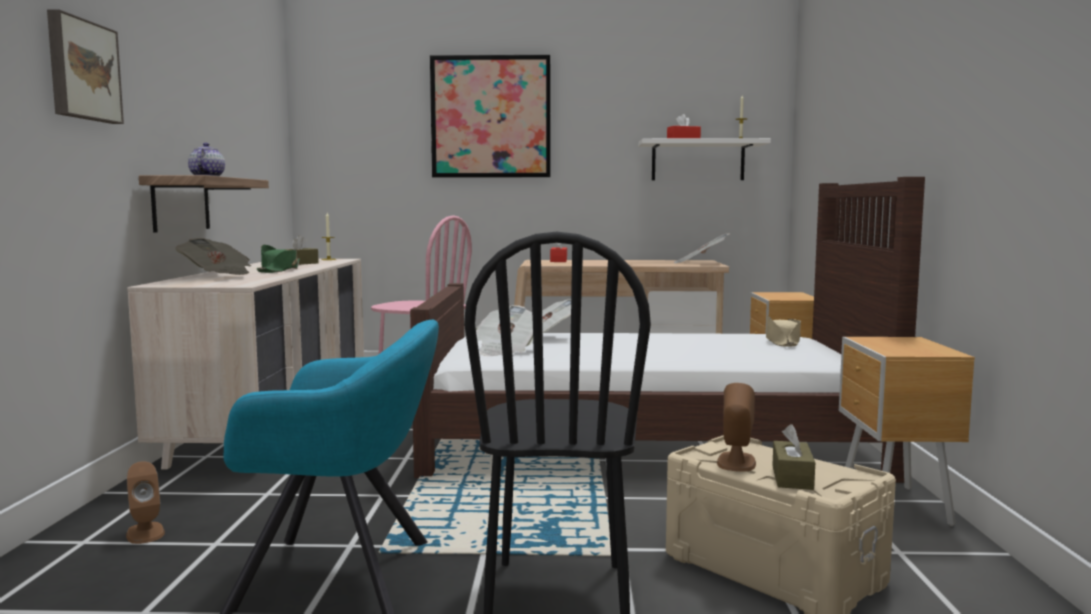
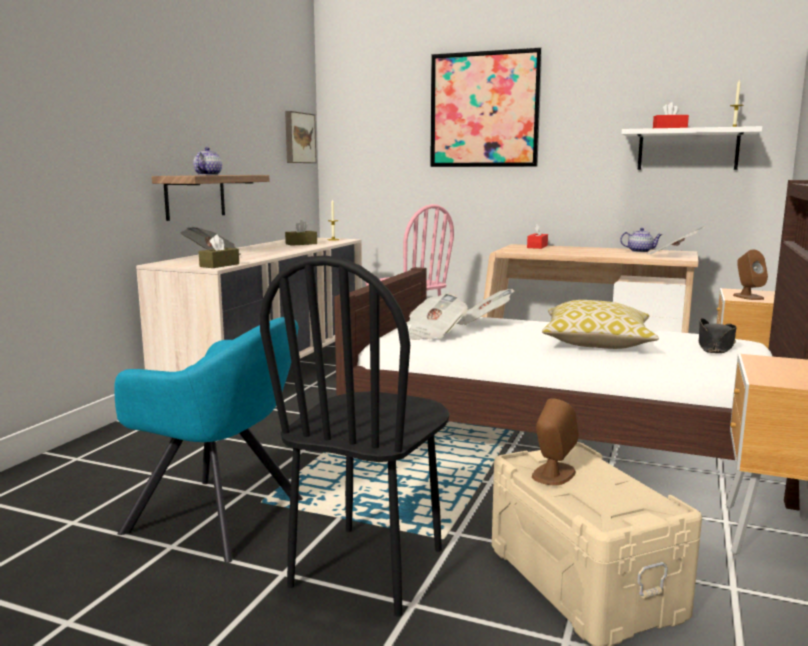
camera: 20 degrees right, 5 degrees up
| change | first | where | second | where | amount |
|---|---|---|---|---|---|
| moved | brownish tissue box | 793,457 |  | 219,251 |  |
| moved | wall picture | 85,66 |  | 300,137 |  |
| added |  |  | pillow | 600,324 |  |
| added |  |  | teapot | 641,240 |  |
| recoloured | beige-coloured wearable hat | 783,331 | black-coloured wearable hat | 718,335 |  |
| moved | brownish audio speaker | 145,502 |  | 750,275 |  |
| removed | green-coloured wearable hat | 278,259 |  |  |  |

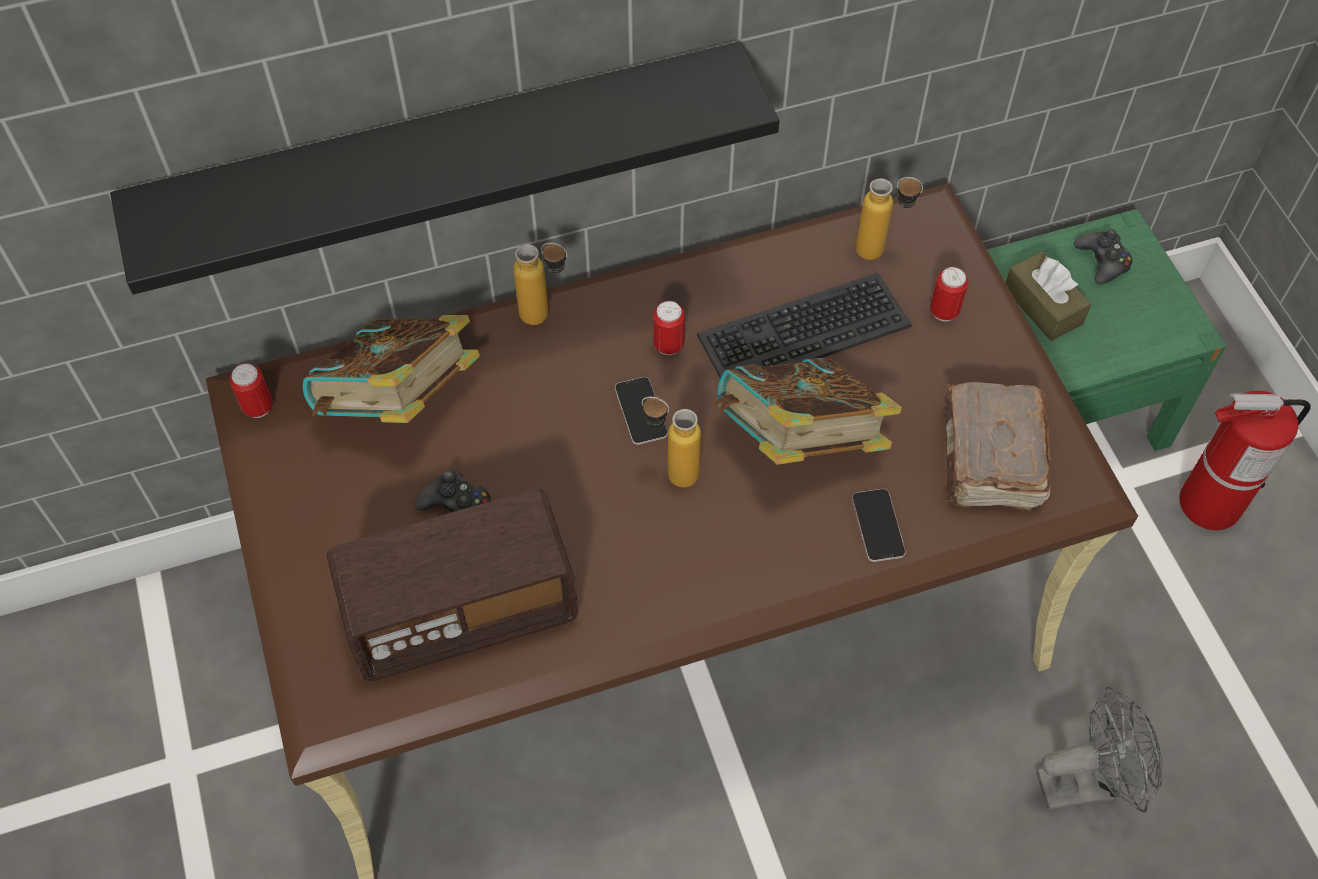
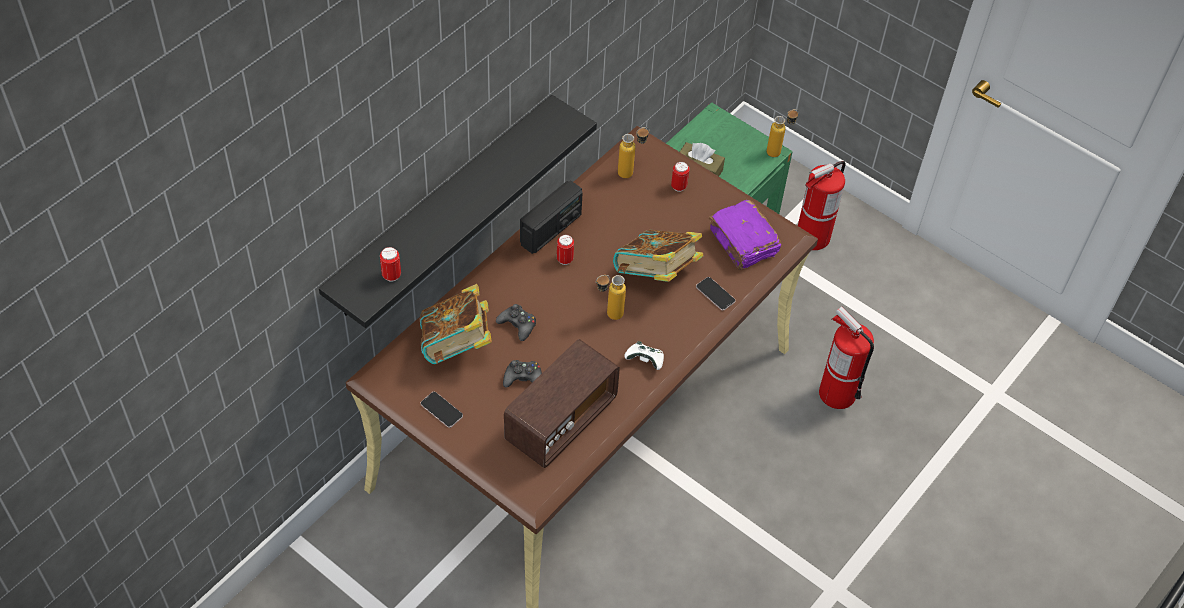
camera: 35 degrees left, 5 degrees down
| change | first | where | second | where | amount |
|---|---|---|---|---|---|
| moved | can | 251,390 |  | 390,264 |  |
| moved | phone | 641,411 |  | 441,410 |  |
| moved | black-coloured joypad | 1103,257 |  | 516,322 |  |
| added |  |  | radio set | 551,217 |  |
| added |  |  | white-coloured joypad | 644,355 |  |
| recoloured | brownish book | 998,447 | purplish book | 745,235 |  |
| moved | drink bottle | 540,284 |  | 783,133 |  |
| replaced | gray electric fan | 1099,749 | fire-fighting cylinder | 846,358 |  |
| removed | computer keyboard | 804,325 |  |  |  |

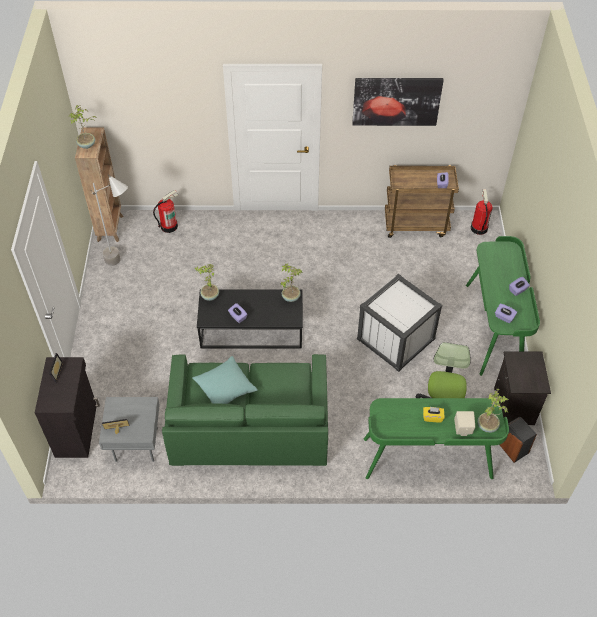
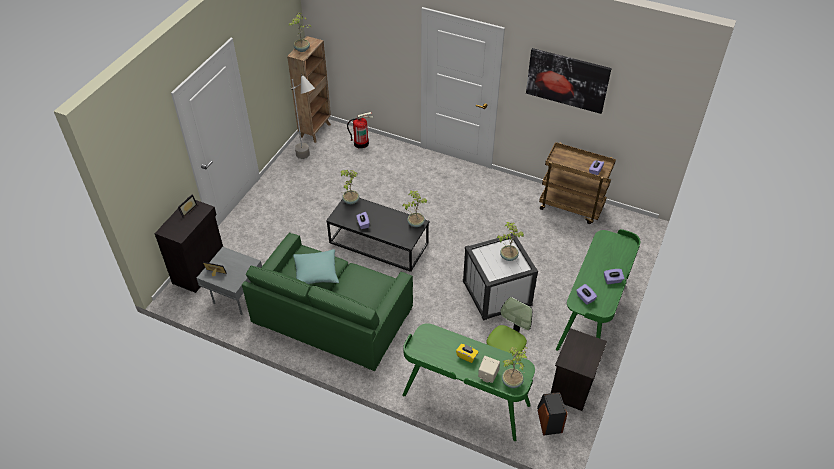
camera: 25 degrees right, 5 degrees down
| change | first | where | second | where | amount |
|---|---|---|---|---|---|
| added |  |  | plant in a pot | 510,241 |  |
| removed | fire-fighting cylinder | 482,212 |  |  |  |

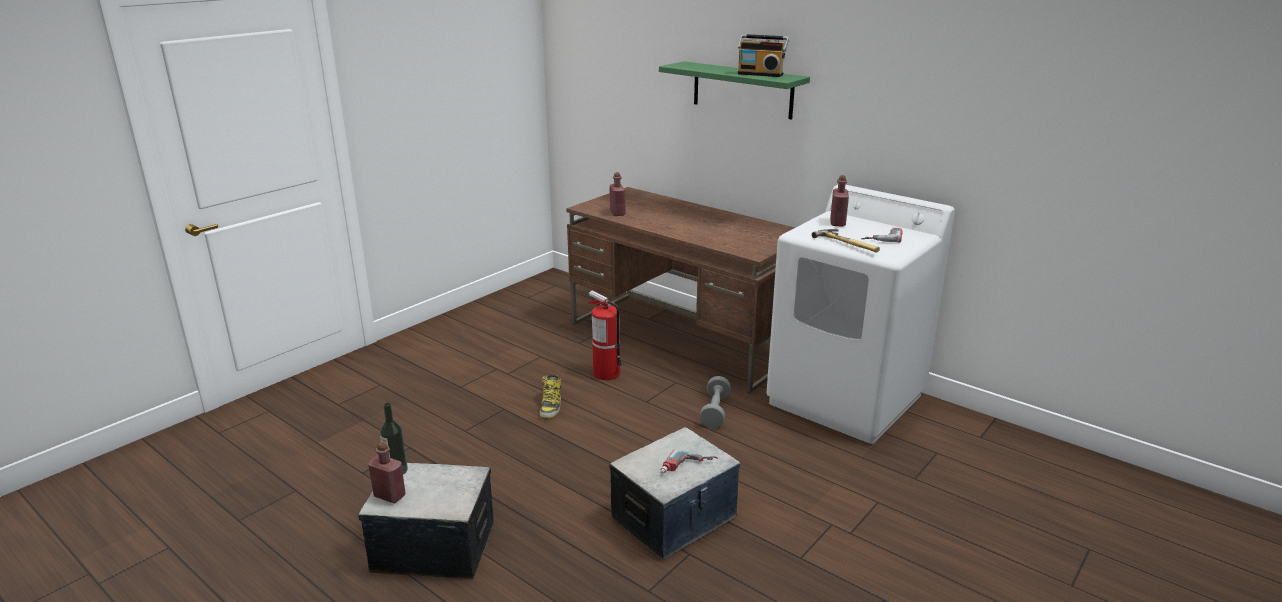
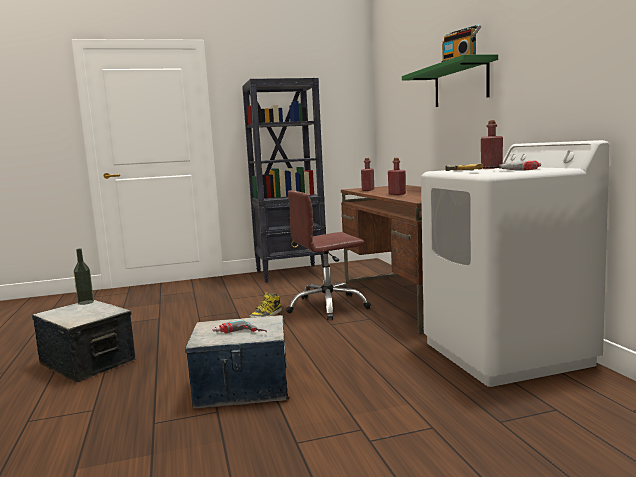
camera: 35 degrees right, 15 degrees down
| change | first | where | second | where | amount |
|---|---|---|---|---|---|
| added |  |  | black-coloured bookcase | 284,180 |  |
| replaced | fire-fighting cylinder | 605,335 | brownish office chair | 328,255 |  |
| moved | red-coloured drink bottle | 387,472 |  | 397,176 |  |
| removed | gray dumbbell | 715,402 |  |  |  |

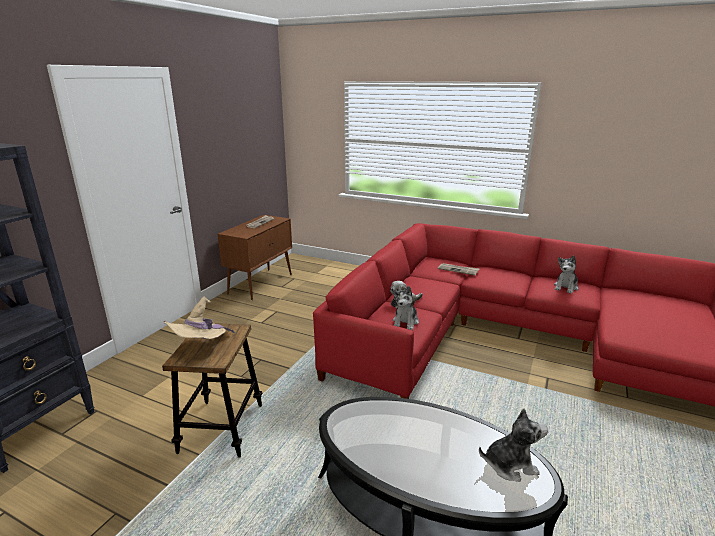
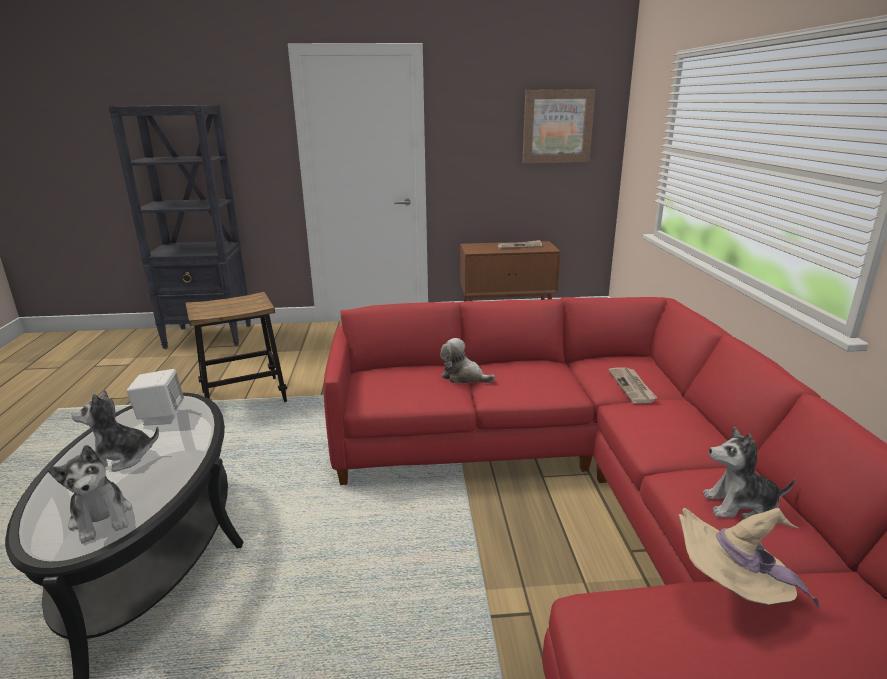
camera: 60 degrees right, 0 degrees up
| change | first | where | second | where | amount |
|---|---|---|---|---|---|
| moved | cuddly toy | 406,308 |  | 115,431 |  |
| added |  |  | white-coloured audio speaker | 155,397 |  |
| added |  |  | wall picture | 559,126 |  |
| moved | beige-coloured wearable hat | 199,318 |  | 749,558 |  |

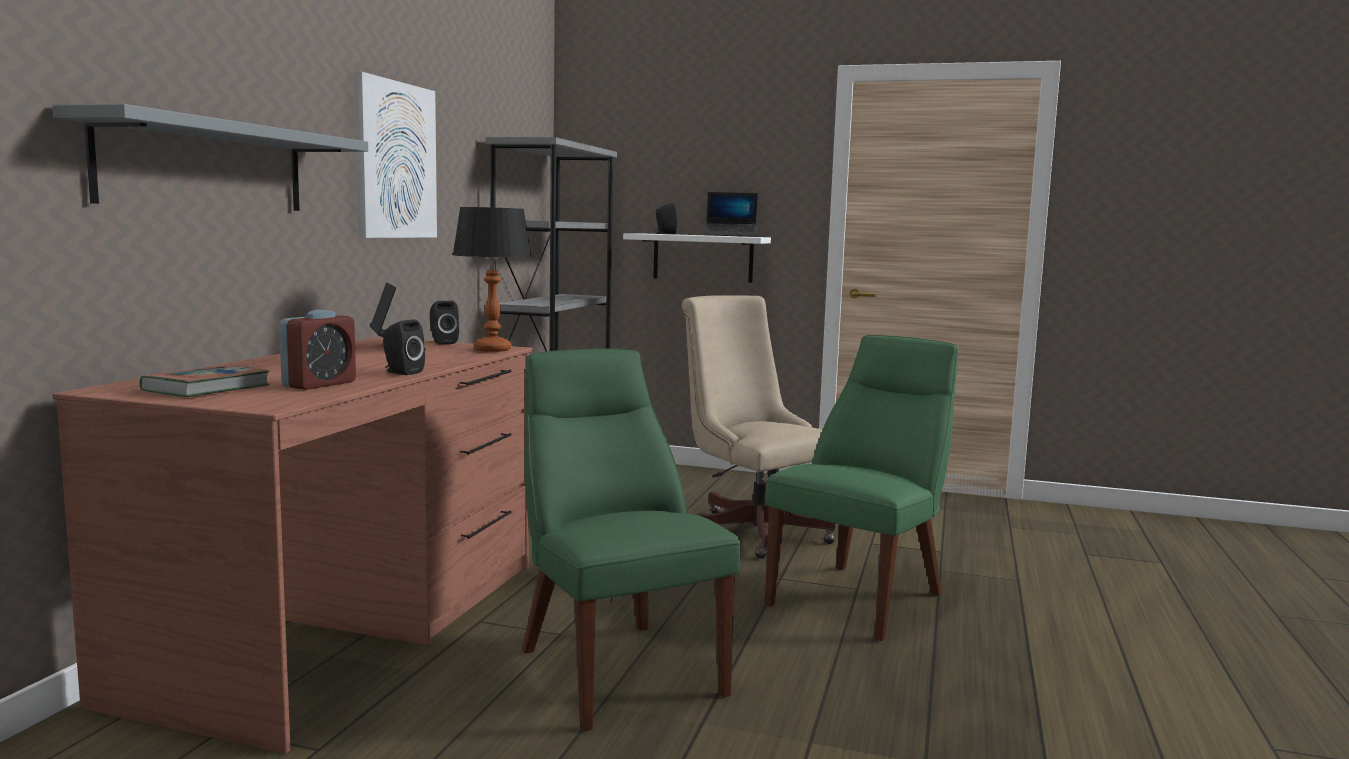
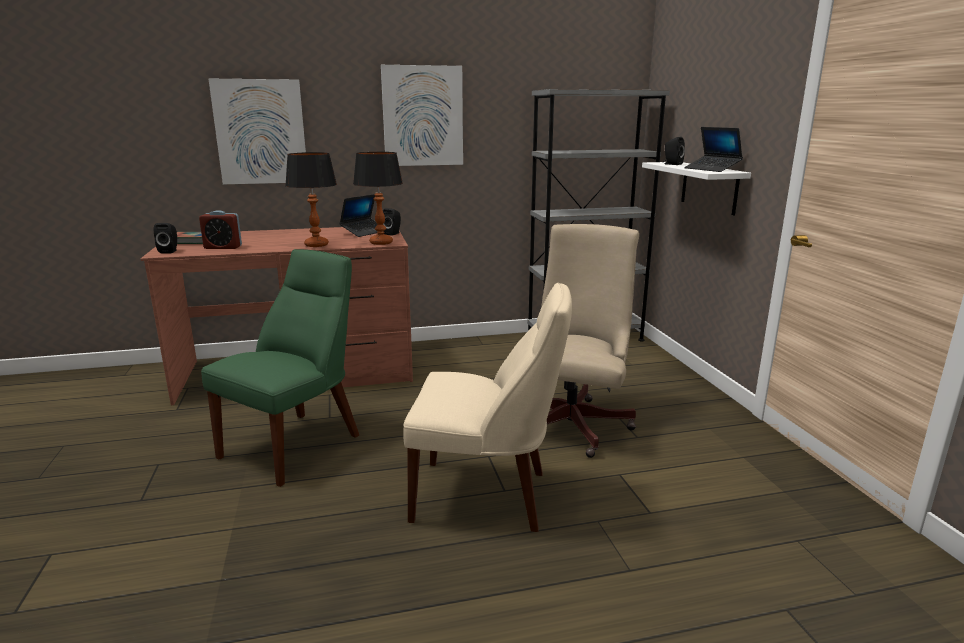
camera: 60 degrees right, 10 degrees up
| change | first | where | second | where | amount |
|---|---|---|---|---|---|
| moved | black-coloured audio speaker | 404,347 |  | 165,238 |  |
| replaced | gray bracket shelf | 210,157 | wall picture | 257,131 |  |
| added |  |  | tabletop lamp | 311,199 |  |
| recoloured | green-coloured plain chair | 861,488 | beige-coloured plain chair | 488,407 |  |

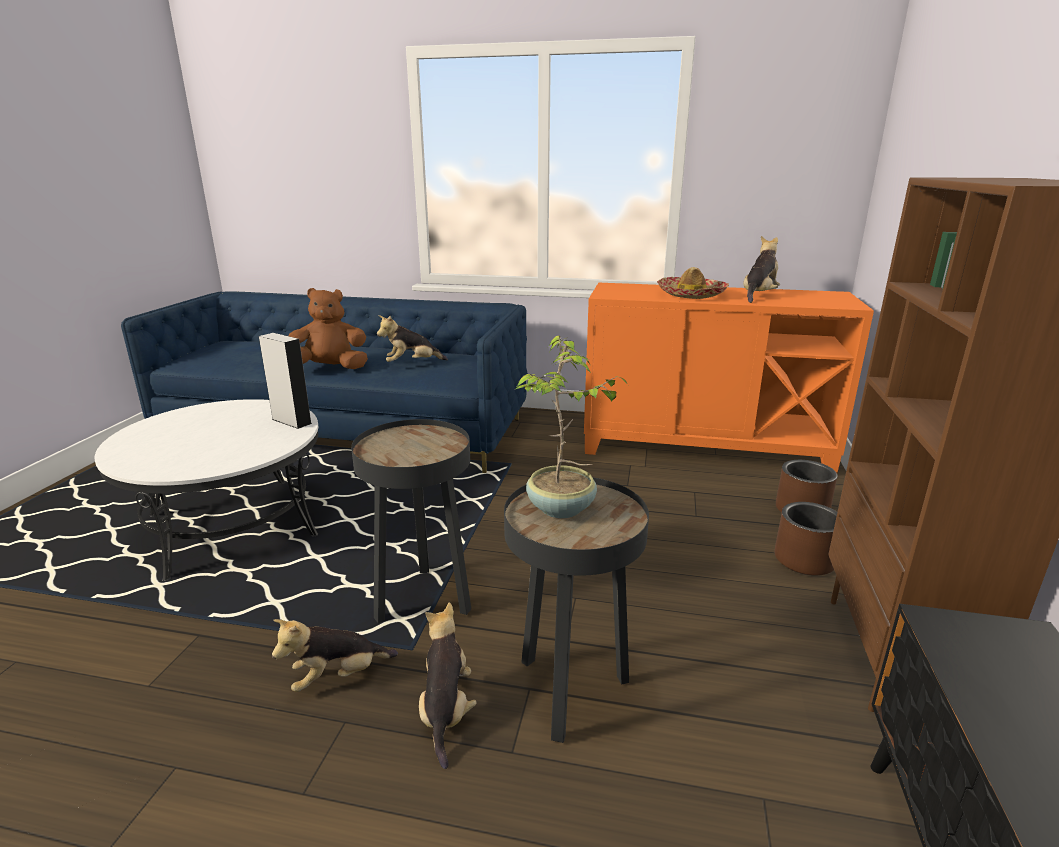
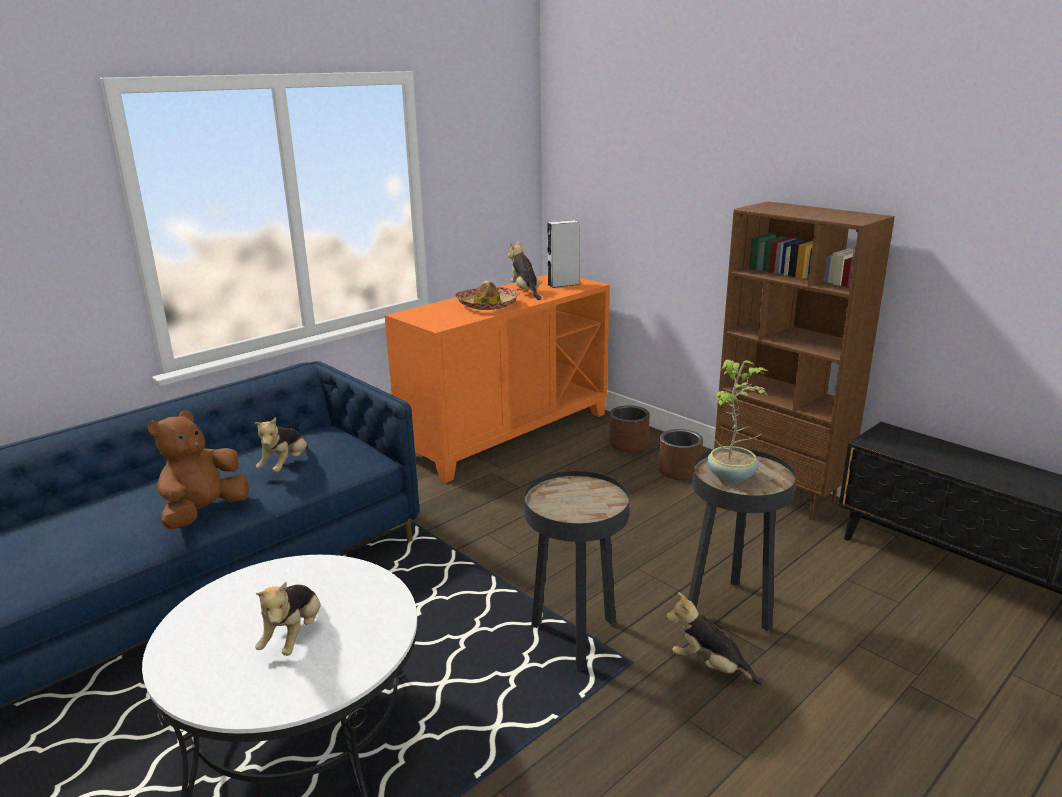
camera: 55 degrees left, 0 degrees up
| change | first | where | second | where | amount |
|---|---|---|---|---|---|
| moved | cuddly toy | 335,655 |  | 288,619 |  |
| moved | gray audio speaker | 285,381 |  | 563,254 |  |

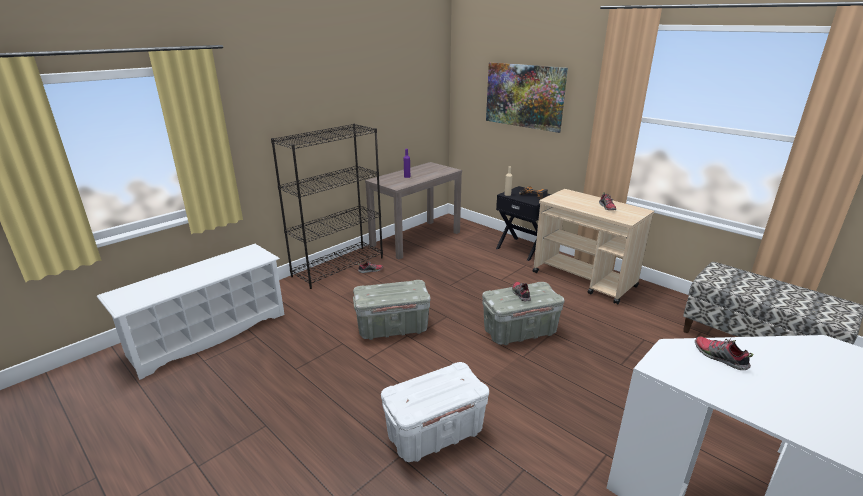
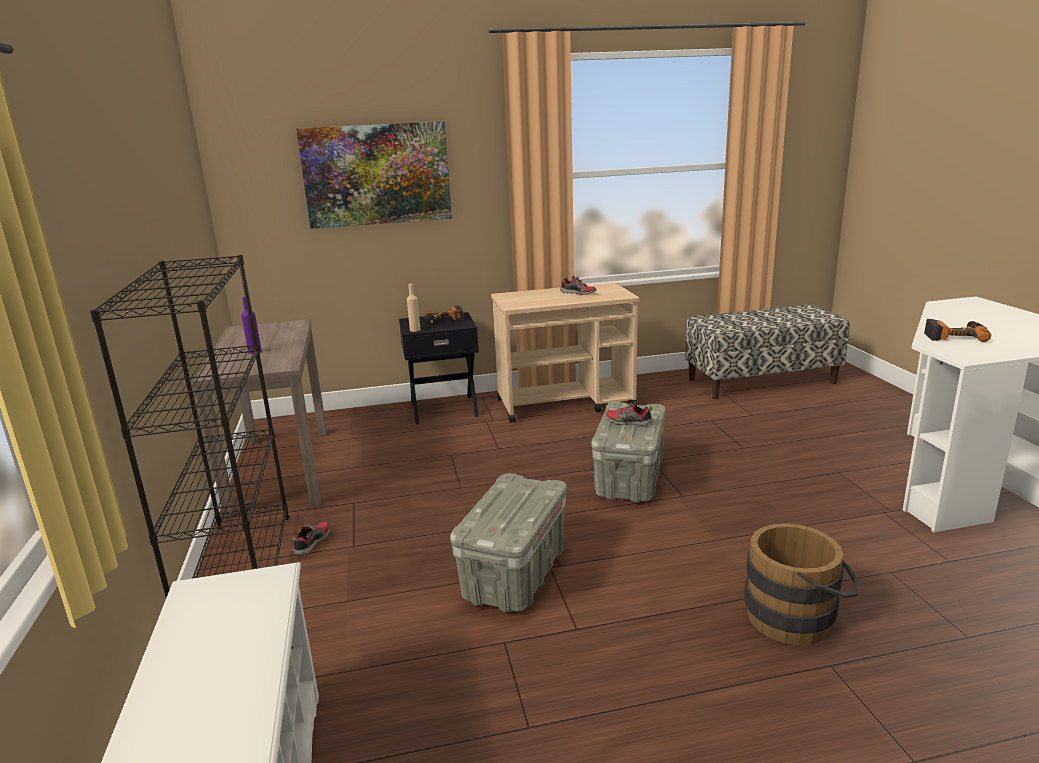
camera: 55 degrees left, 5 degrees down
| change | first | where | second | where | amount |
|---|---|---|---|---|---|
| replaced | white-coloured storage box | 435,412 | brownish bucket | 801,584 |  |
| replaced | item of footwear | 724,353 | electric drill | 957,330 |  |

